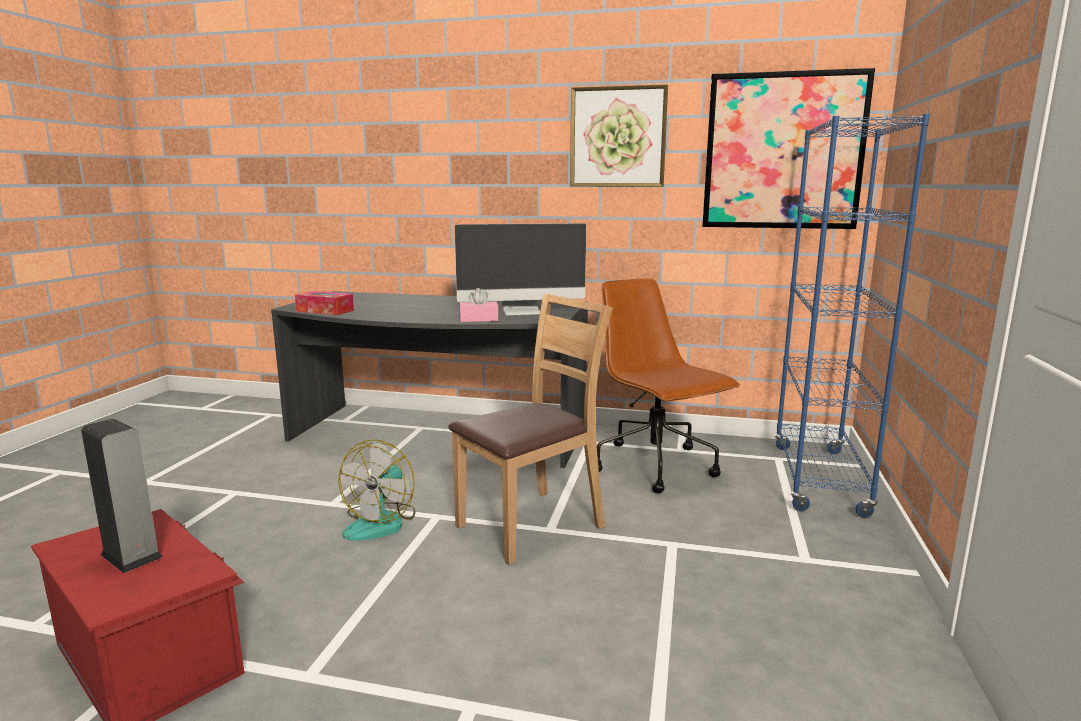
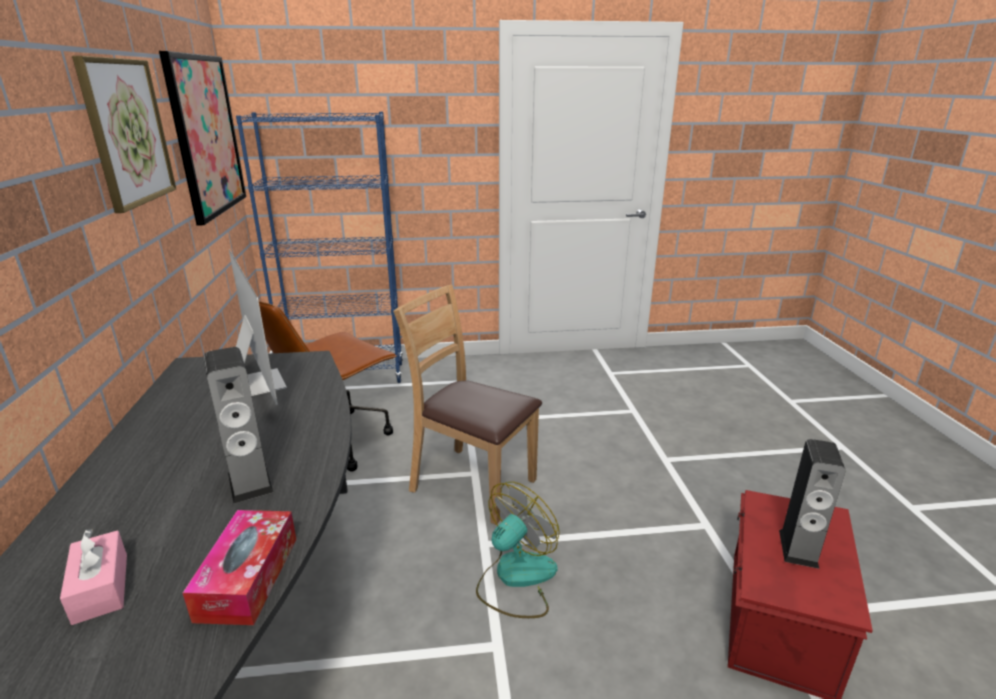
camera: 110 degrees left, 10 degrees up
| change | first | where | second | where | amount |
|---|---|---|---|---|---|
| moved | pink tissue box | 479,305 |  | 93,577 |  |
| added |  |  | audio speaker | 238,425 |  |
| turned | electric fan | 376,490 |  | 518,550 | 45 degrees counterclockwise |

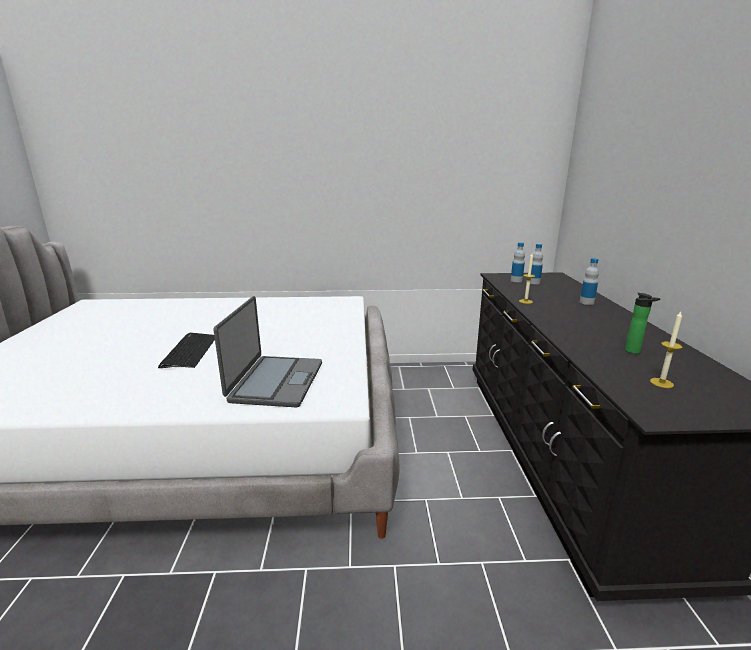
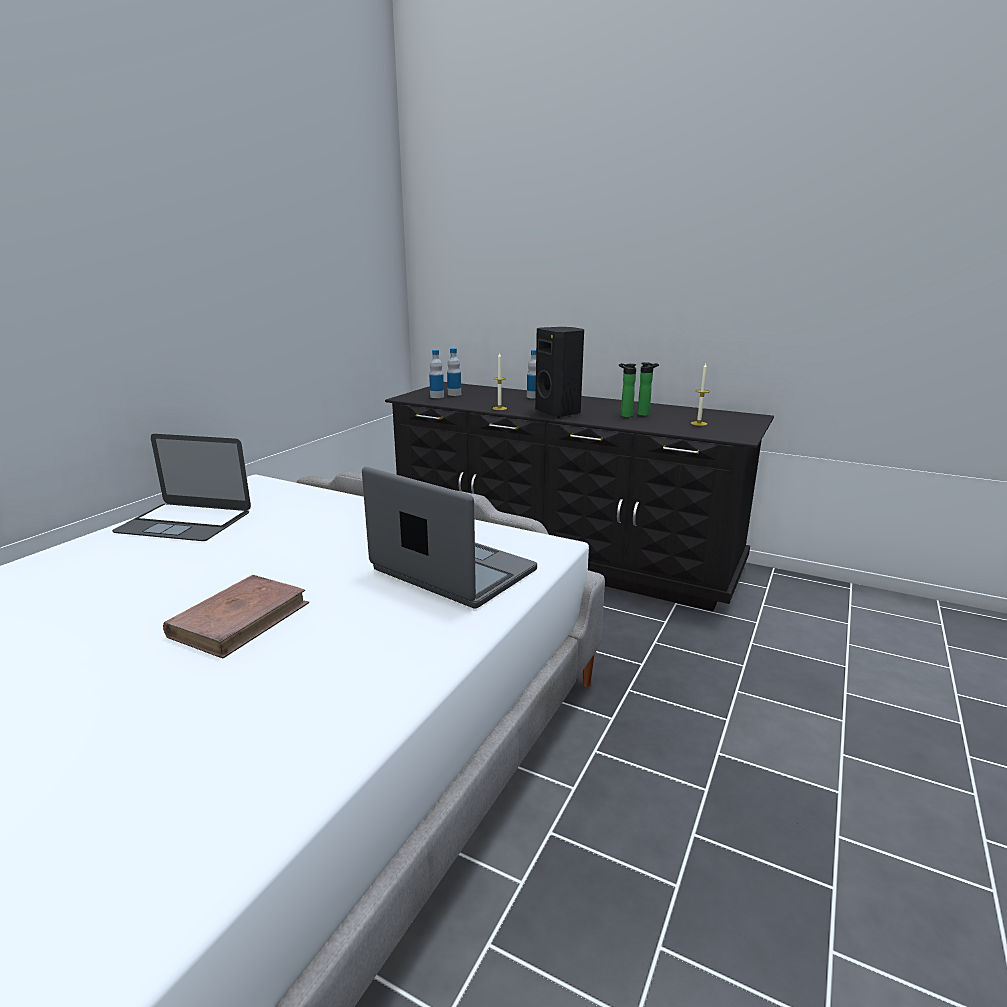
camera: 60 degrees left, 0 degrees up
| change | first | where | second | where | amount |
|---|---|---|---|---|---|
| added |  |  | notebook computer | 181,487 |  |
| replaced | computer keyboard | 186,350 | brownish book | 236,616 |  |
| added |  |  | black-coloured audio speaker | 559,372 |  |
| added |  |  | drink bottle | 628,390 |  |

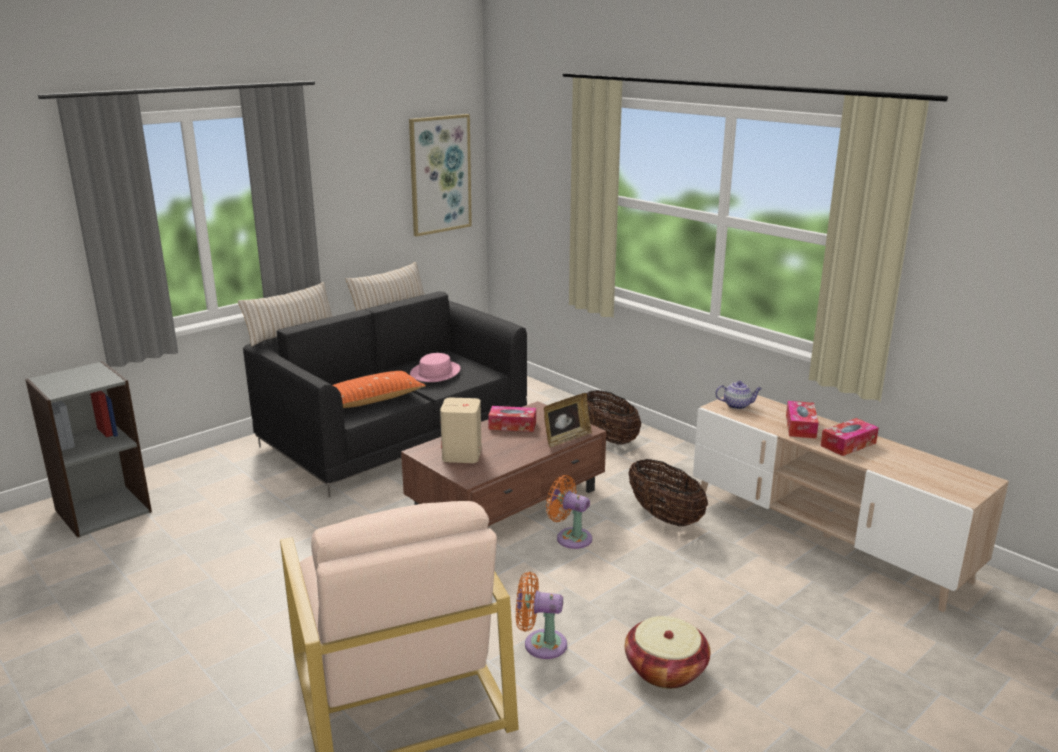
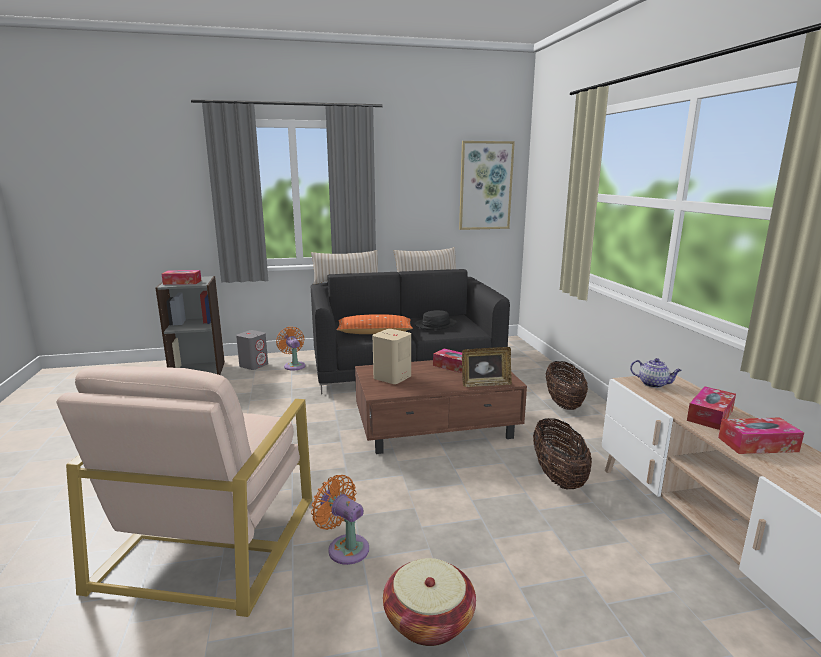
camera: 30 degrees right, 5 degrees down
| change | first | where | second | where | amount |
|---|---|---|---|---|---|
| added |  |  | tissue box | 182,277 |  |
| added |  |  | gray audio speaker | 252,350 |  |
| moved | orangey electric fan | 569,512 |  | 291,349 |  |
| recoloured | pink wearable hat | 435,367 | black-coloured wearable hat | 436,320 |  |

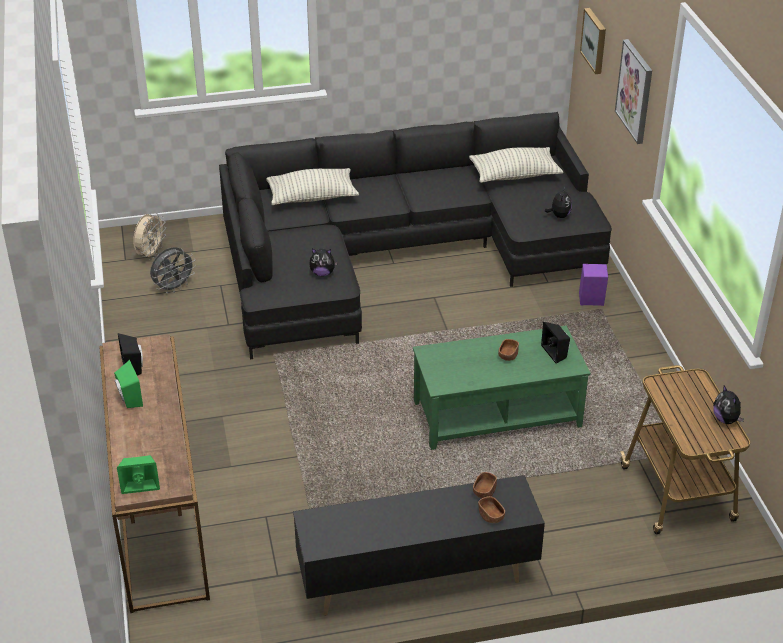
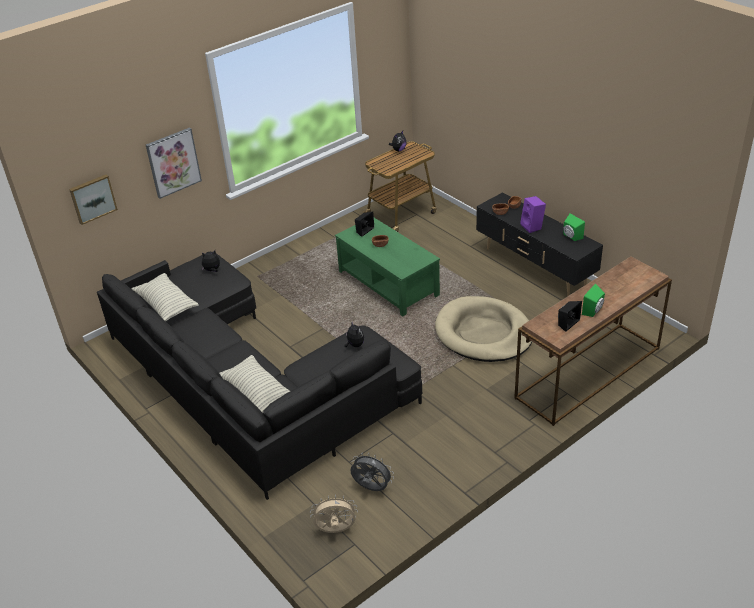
camera: 115 degrees left, 0 degrees up
| change | first | where | second | where | amount |
|---|---|---|---|---|---|
| added |  |  | beige-coloured dog cushion | 483,329 |  |
| moved | purplish audio speaker | 593,285 |  | 533,214 |  |
| moved | green-coloured audio speaker | 138,474 |  | 574,227 |  |

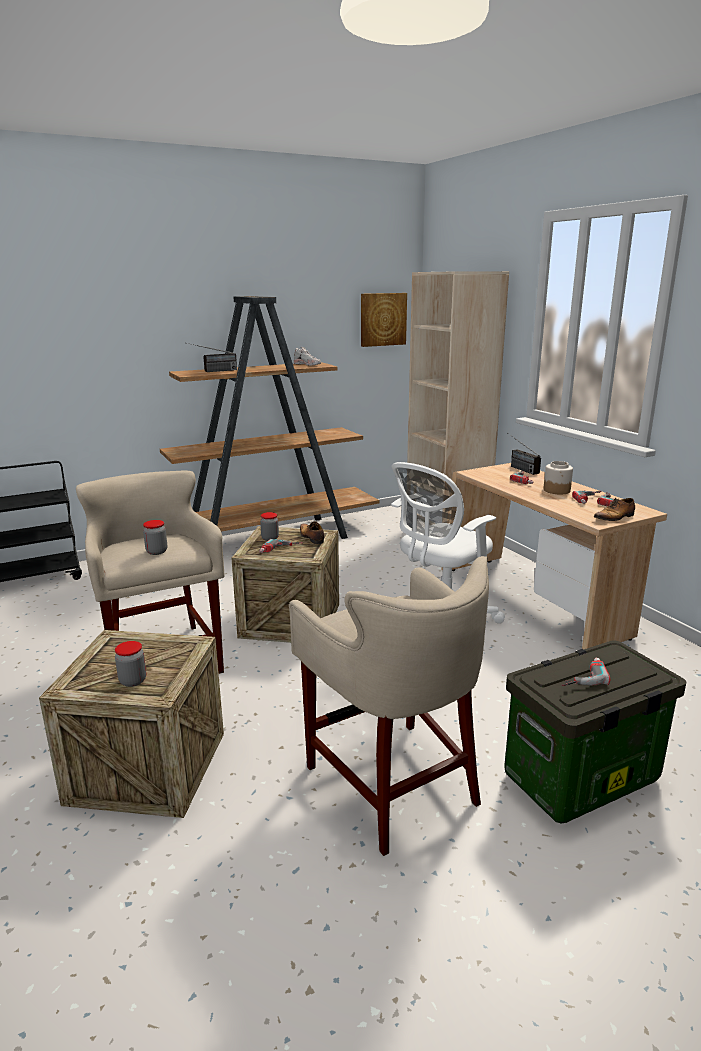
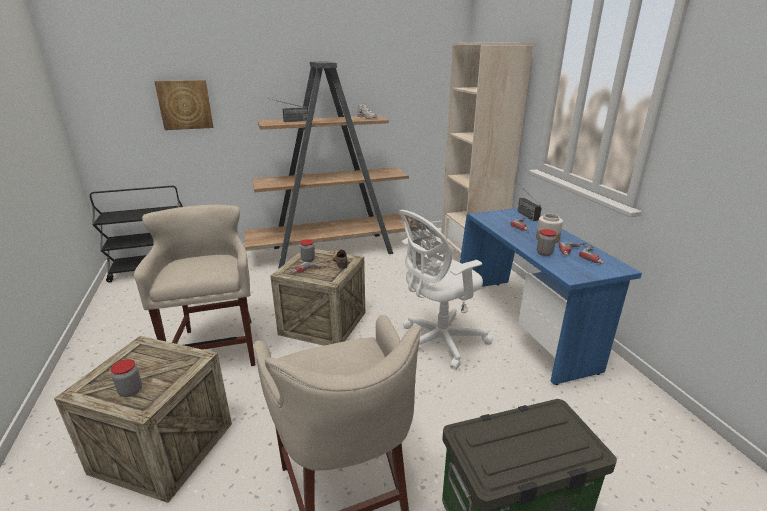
camera: 10 degrees right, 5 degrees up
| change | first | where | second | where | amount |
|---|---|---|---|---|---|
| moved | wall picture | 384,320 |  | 183,105 |  |
| recoloured | beige-coloured desk table | 554,556 | blue-coloured desk table | 551,296 |  |
| moved | preserve jar | 155,537 |  | 547,242 |  |
| removed | electric drill | 585,672 |  |  |  |
| removed | item of footwear | 614,509 |  |  |  |

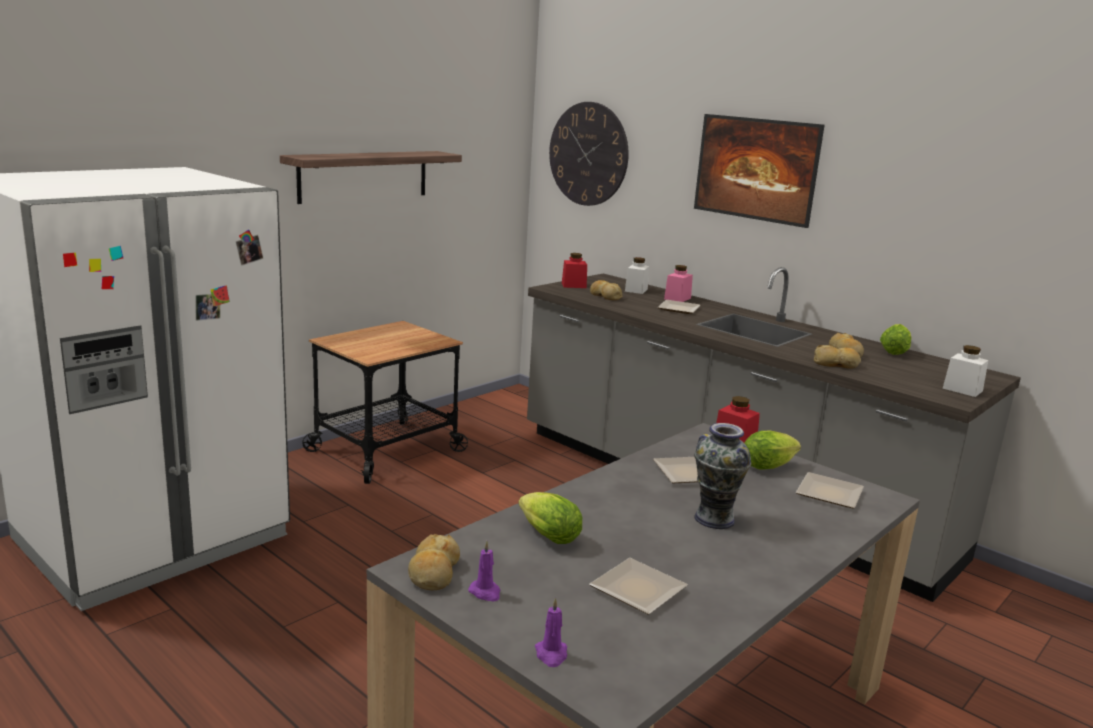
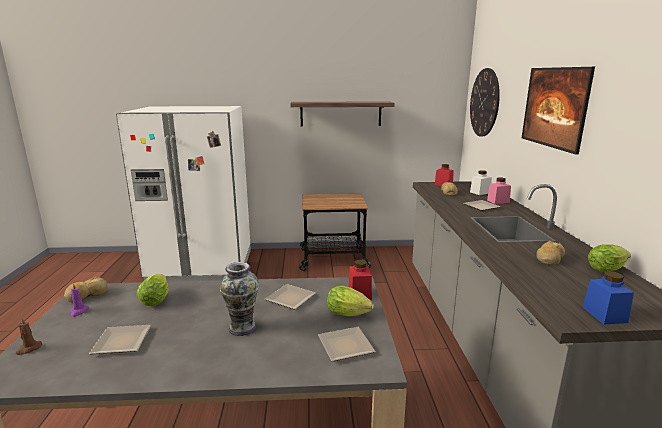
camera: 45 degrees right, 0 degrees up
| change | first | where | second | where | amount |
|---|---|---|---|---|---|
| recoloured | purplish wax light | 551,632 | brownish wax light | 29,336 |  |
| recoloured | white-coloured preserve jar | 965,371 | blue-coloured preserve jar | 608,297 |  |
| removed | bread | 837,357 |  |  |  |

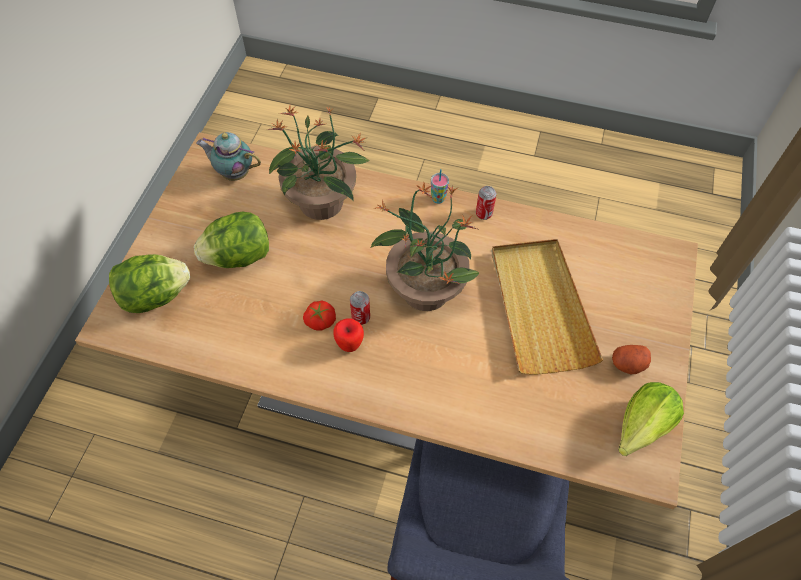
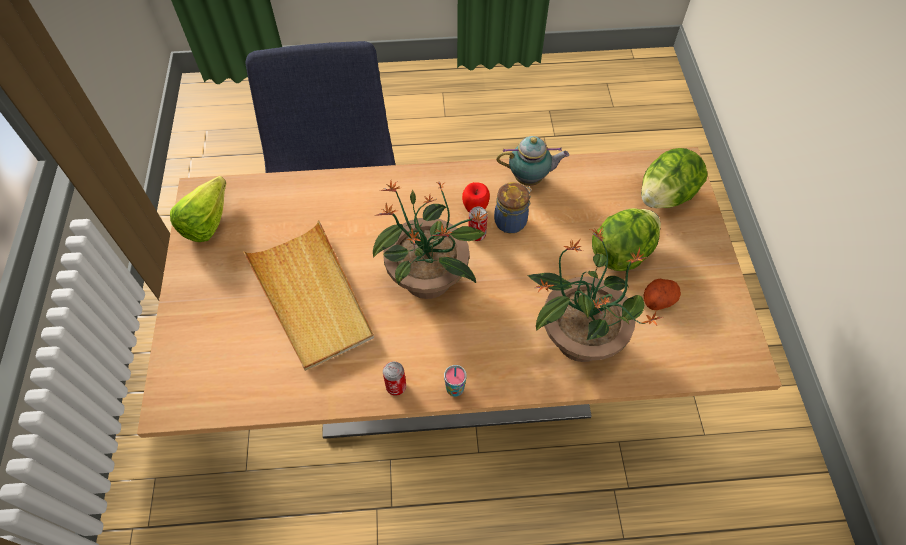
camera: 160 degrees right, 0 degrees up
| change | first | where | second | where | amount |
|---|---|---|---|---|---|
| replaced | whole tomato | 319,316 | preserve jar | 512,207 |  |
| moved | teapot | 228,156 |  | 533,161 |  |
| moved | spud | 631,359 |  | 662,294 |  |

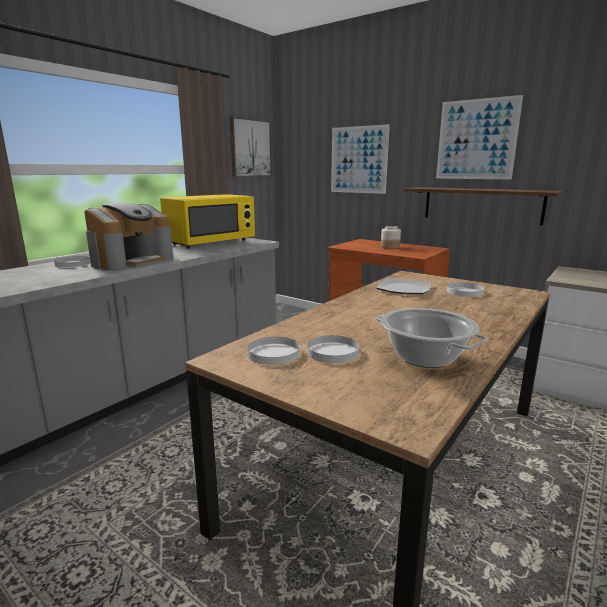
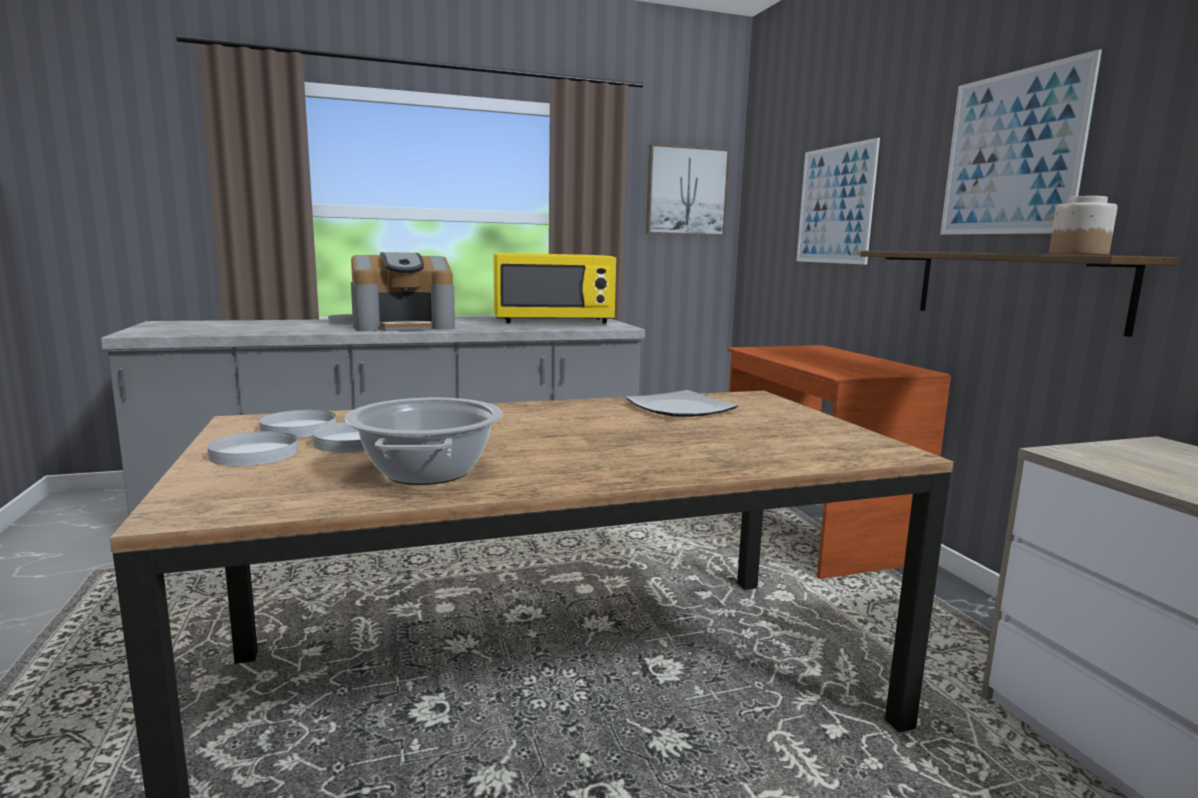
camera: 35 degrees right, 5 degrees down
| change | first | where | second | where | amount |
|---|---|---|---|---|---|
| moved | white-coloured flat dish | 465,289 |  | 252,448 |  |
| moved | preserve jar | 391,237 |  | 1083,225 |  |

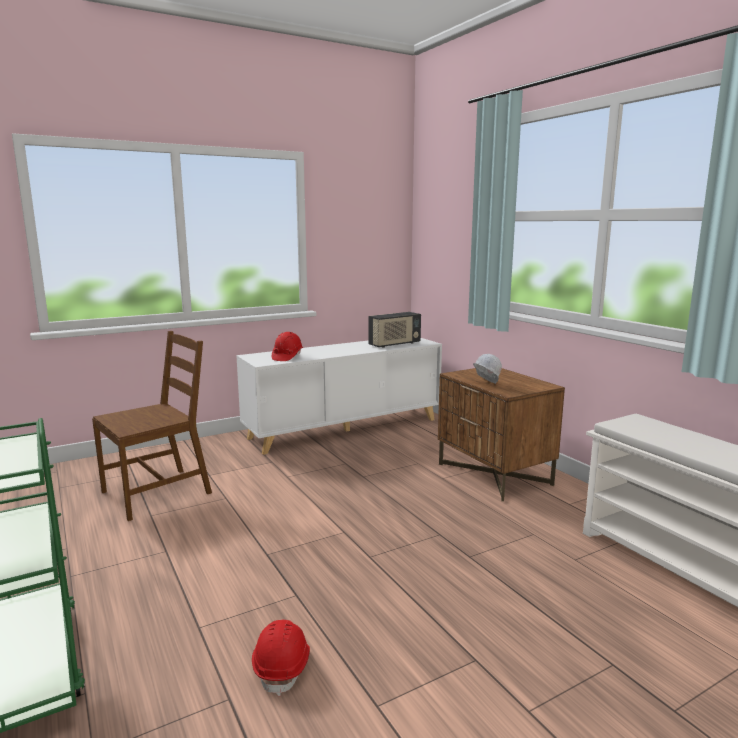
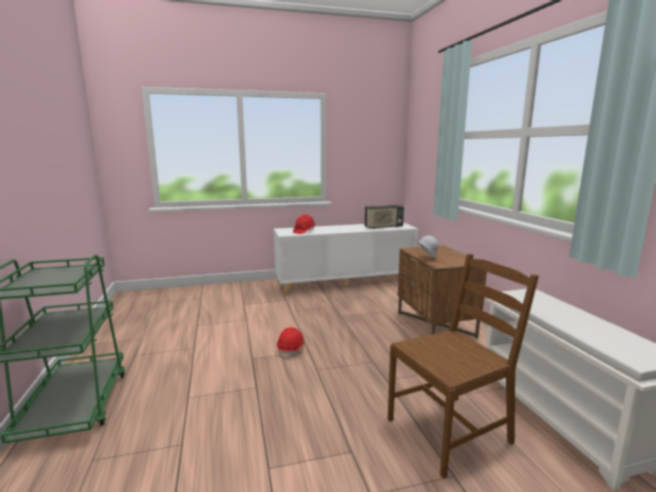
camera: 15 degrees right, 0 degrees up
| change | first | where | second | where | amount |
|---|---|---|---|---|---|
| moved | red-coloured safety helmet | 281,658 |  | 291,343 |  |
| moved | brownish plain chair | 152,426 |  | 463,366 |  |

